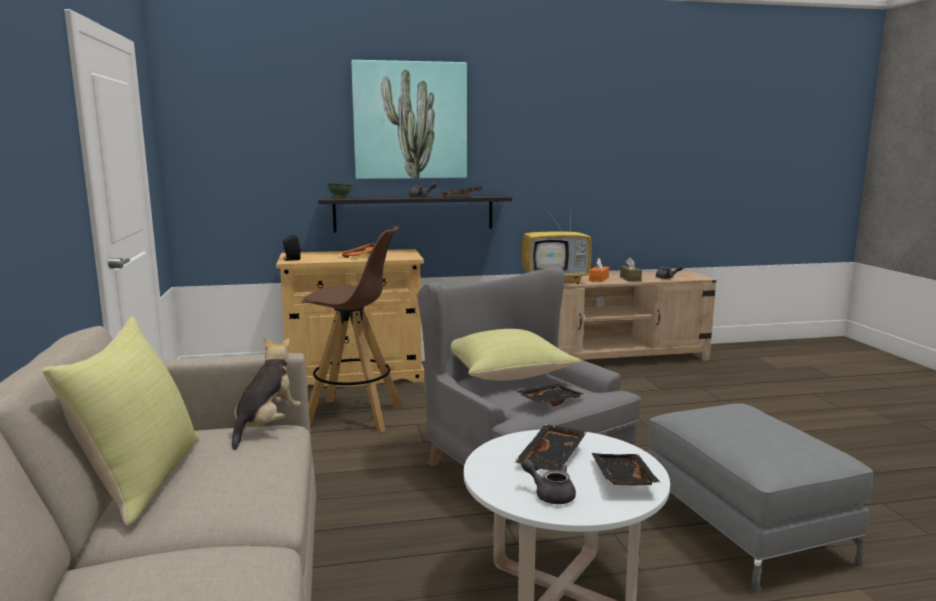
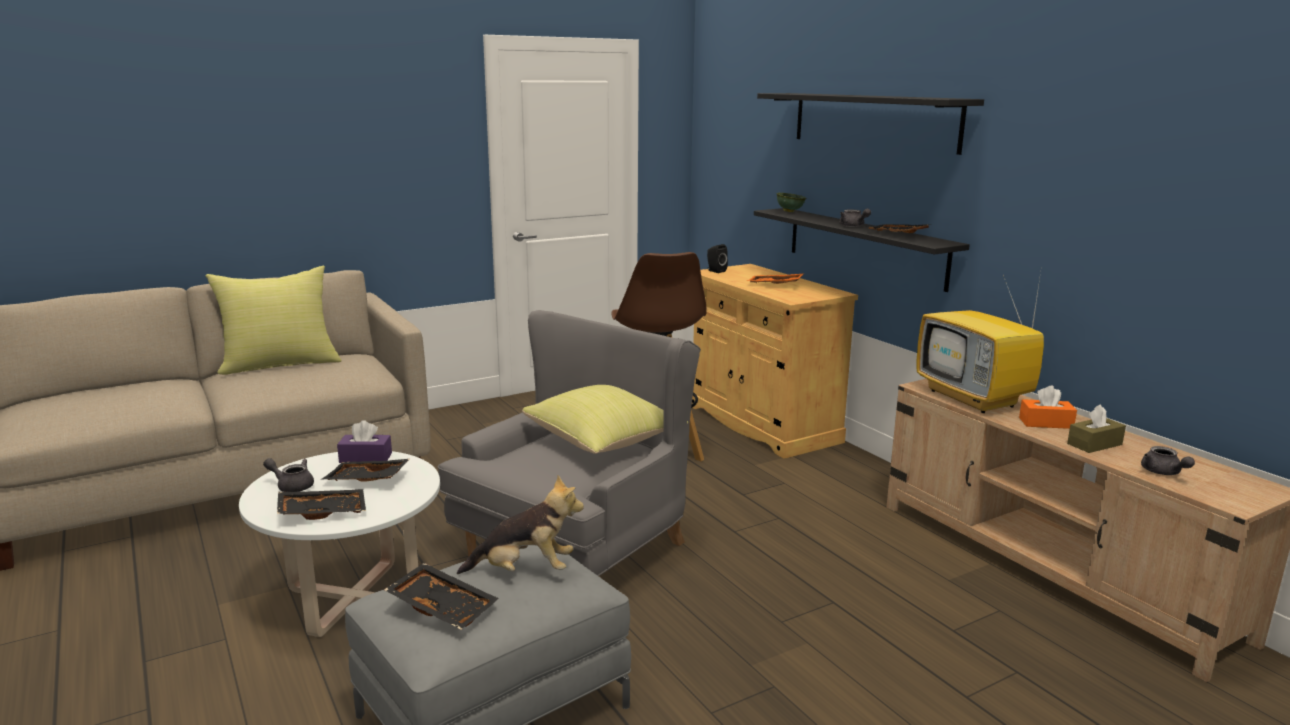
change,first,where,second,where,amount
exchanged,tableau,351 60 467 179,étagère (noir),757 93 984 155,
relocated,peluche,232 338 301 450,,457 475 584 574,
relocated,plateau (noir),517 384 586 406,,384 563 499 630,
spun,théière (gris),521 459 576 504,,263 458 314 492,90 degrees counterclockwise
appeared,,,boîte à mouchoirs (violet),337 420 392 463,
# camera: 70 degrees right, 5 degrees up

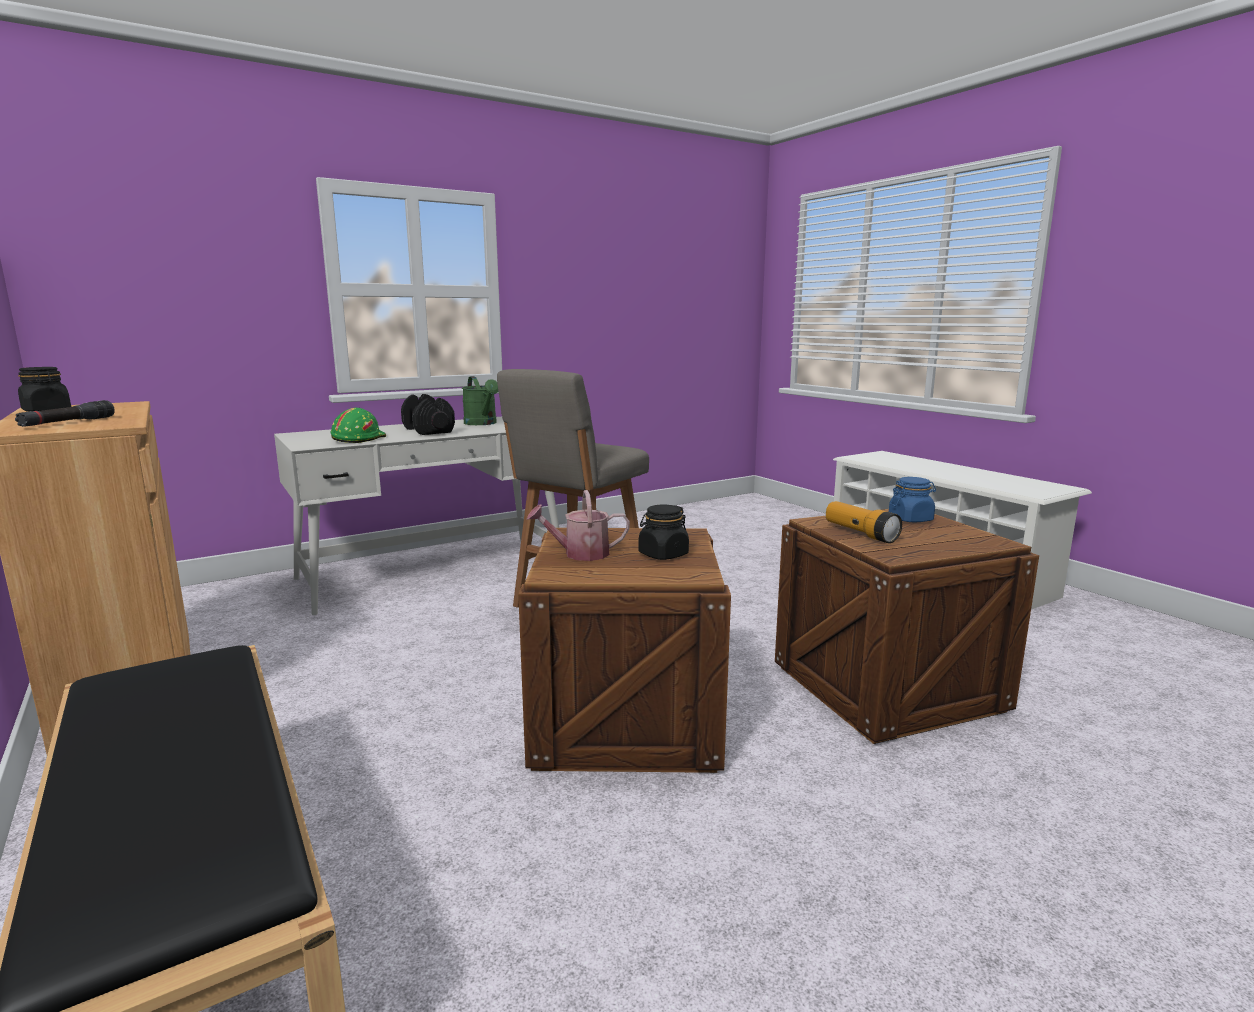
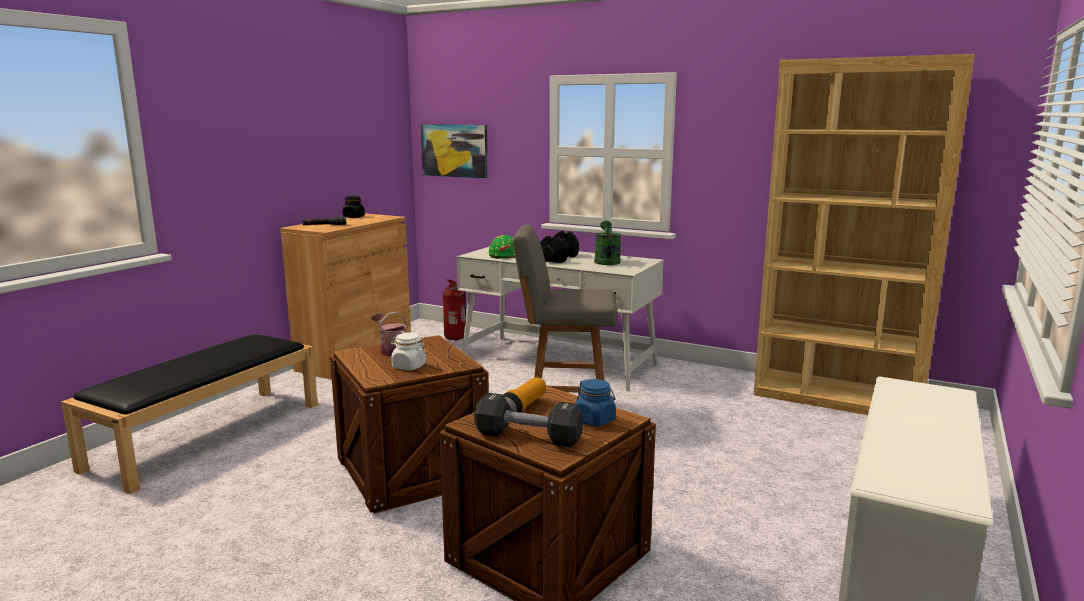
change,first,where,second,where,amount
spun,arrosoir (vert),462 376 499 425,,594 220 621 265,150 degrees clockwise
colour,bocal (noir),638 504 689 560,bocal (blanc),391 333 426 370,
appeared,,,bibliothèque (marron),754 54 975 415,
appeared,,,tableau,420 124 488 179,
appeared,,,extincteur,443 279 466 341,
appeared,,,haltère (noir),474 393 583 447,
# camera: 60 degrees right, 0 degrees up

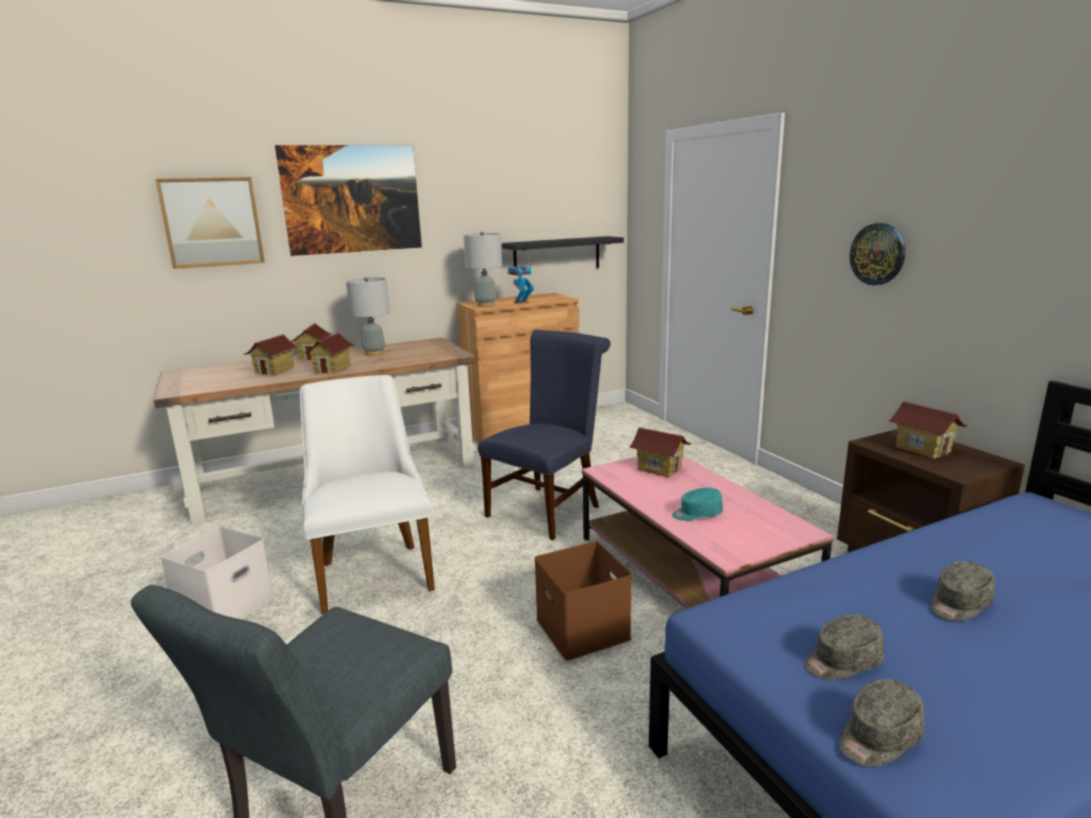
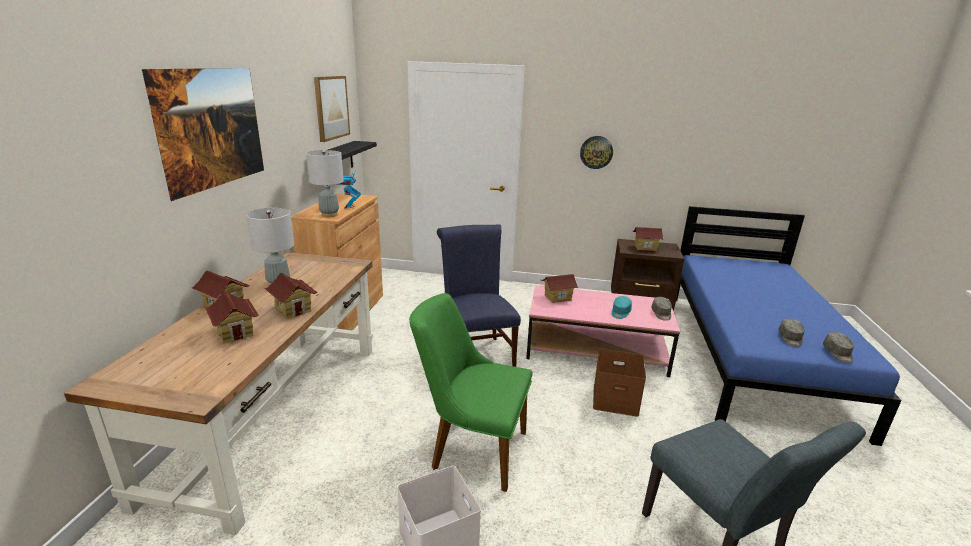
change,first,where,second,where,amount
relocated,tableau,155 177 265 269,,314 76 350 142,
colour,chaise (blanc),300 375 435 615,chaise (vert),409 293 533 492,
relocated,casquette (gris),931 561 995 621,,651 297 672 321,
# camera: 55 degrees left, 5 degrees up

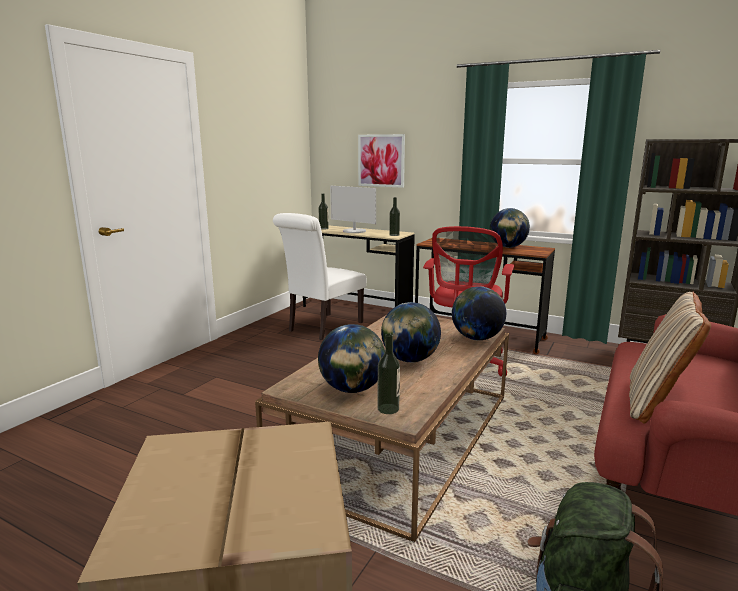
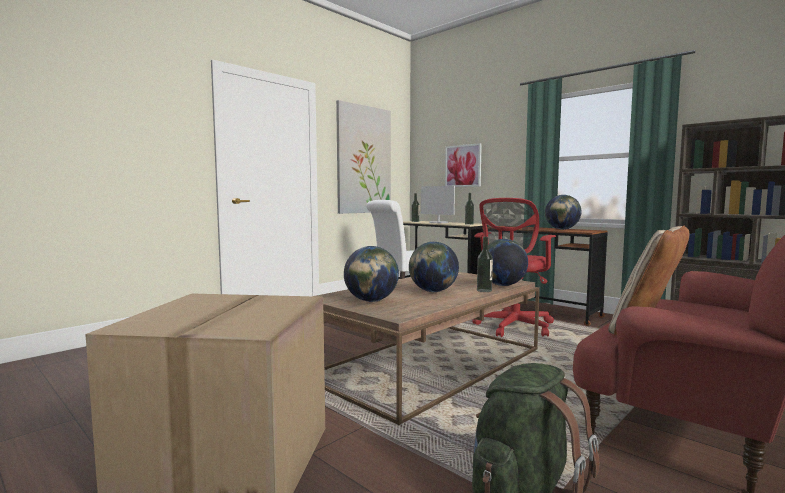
change,first,where,second,where,amount
relocated,bouteille,377 334 400 414,,477 237 493 292,
appeared,,,tableau,336 100 391 214,
# camera: 15 degrees right, 10 degrees down

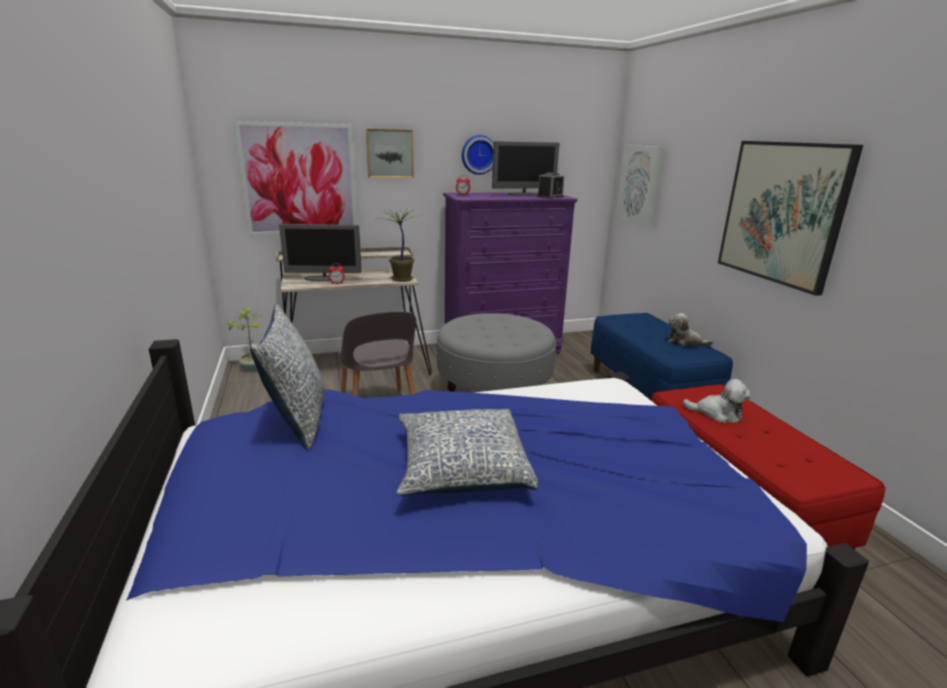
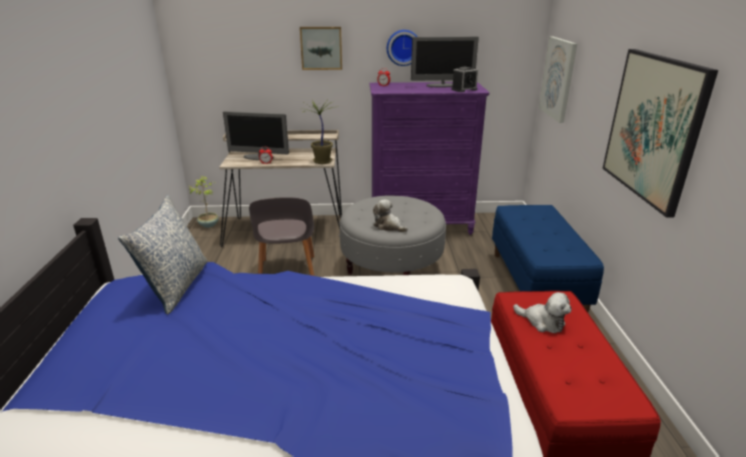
change,first,where,second,where,amount
missing,tableau,234 121 357 236,,,
relocated,peluche,668 313 713 346,,373 199 408 232,
missing,coussin,397 409 538 496,,,
# camera: 15 degrees right, 5 degrees up

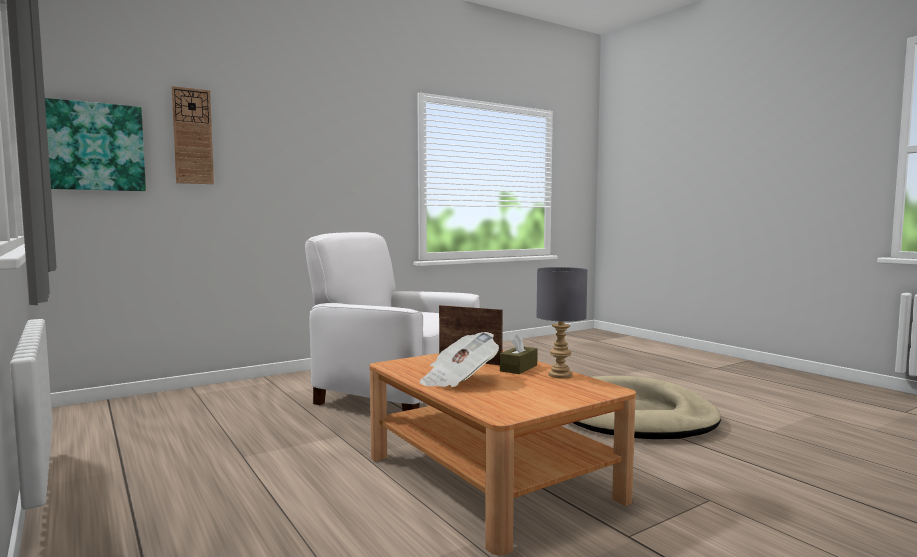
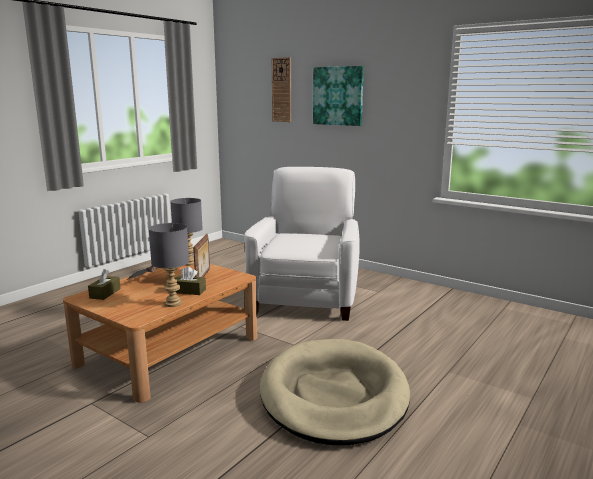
change,first,where,second,where,amount
relocated,tableau,45 98 146 191,,313 66 364 126,
appeared,,,lampe de table (gris),170 198 203 266,
appeared,,,boîte à mouchoirs (marron),88 269 121 300,
# camera: 70 degrees right, 10 degrees up

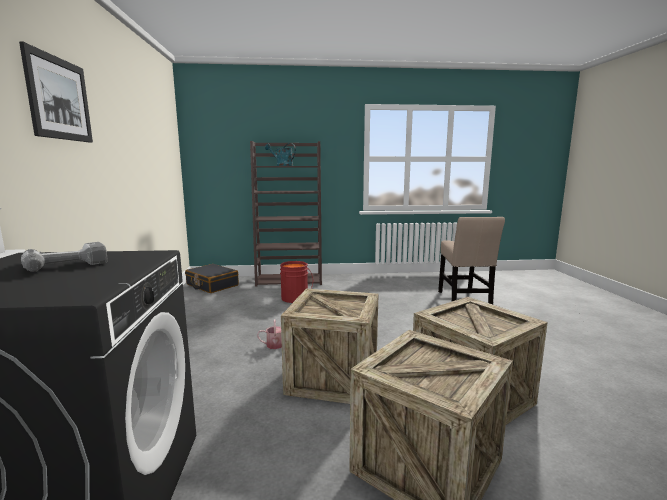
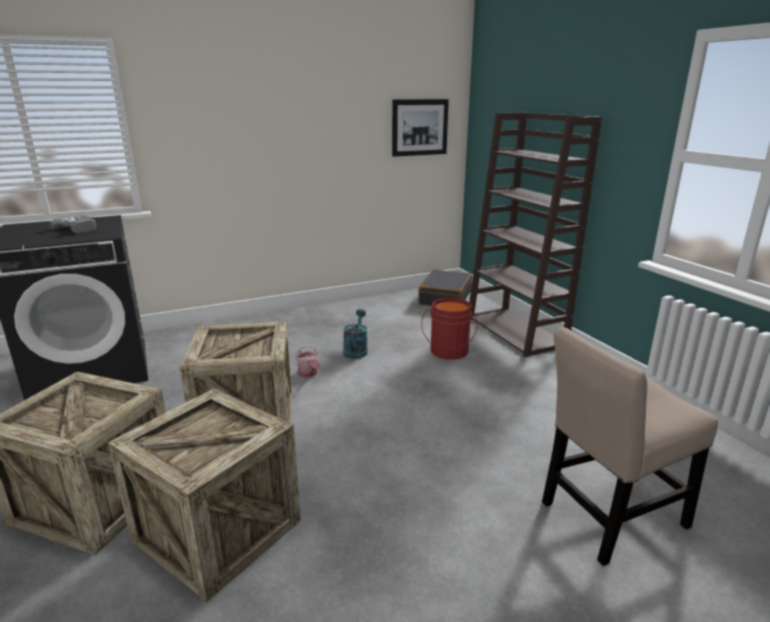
change,first,where,second,where,amount
relocated,tableau,19 41 93 143,,392 99 449 157,
relocated,arrosoir (turquoise),265 143 296 166,,343 309 368 359,
# camera: 70 degrees right, 10 degrees up

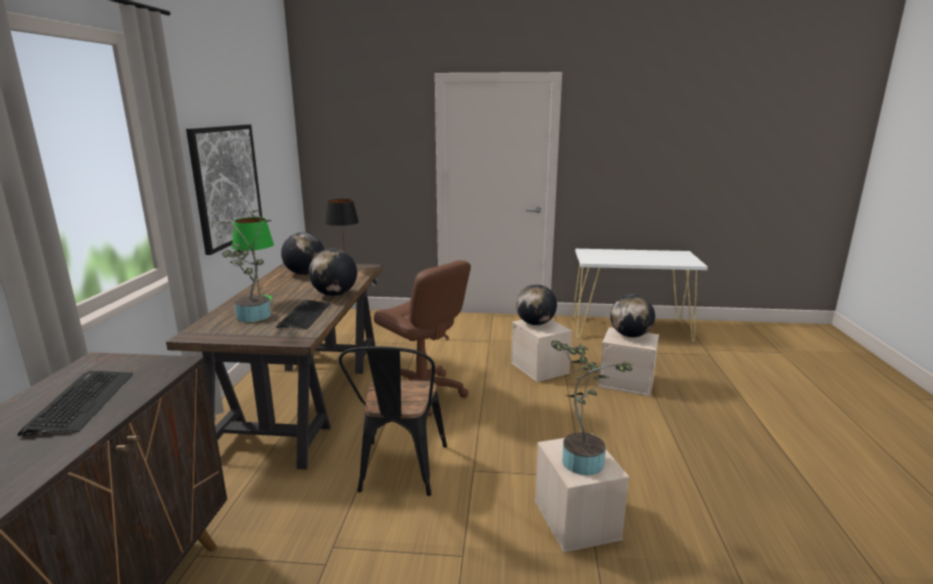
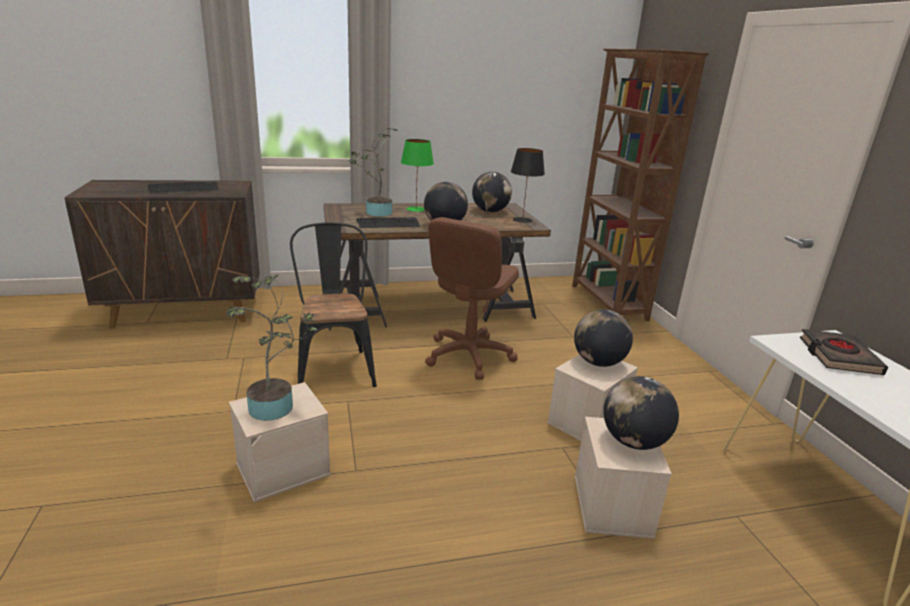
change,first,where,second,where,amount
missing,tableau,186 124 262 255,,,
spun,chaise (noir),339 346 447 496,,290 222 377 387,90 degrees clockwise
appeared,,,bibliothèque (marron),572 49 709 321,
appeared,,,livre (noir),800 329 888 375,
# camera: 70 degrees right, 5 degrees up

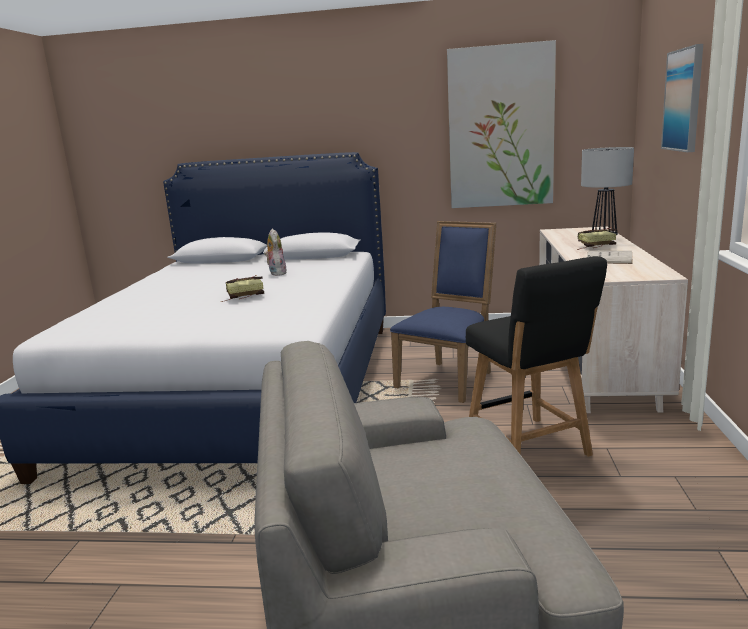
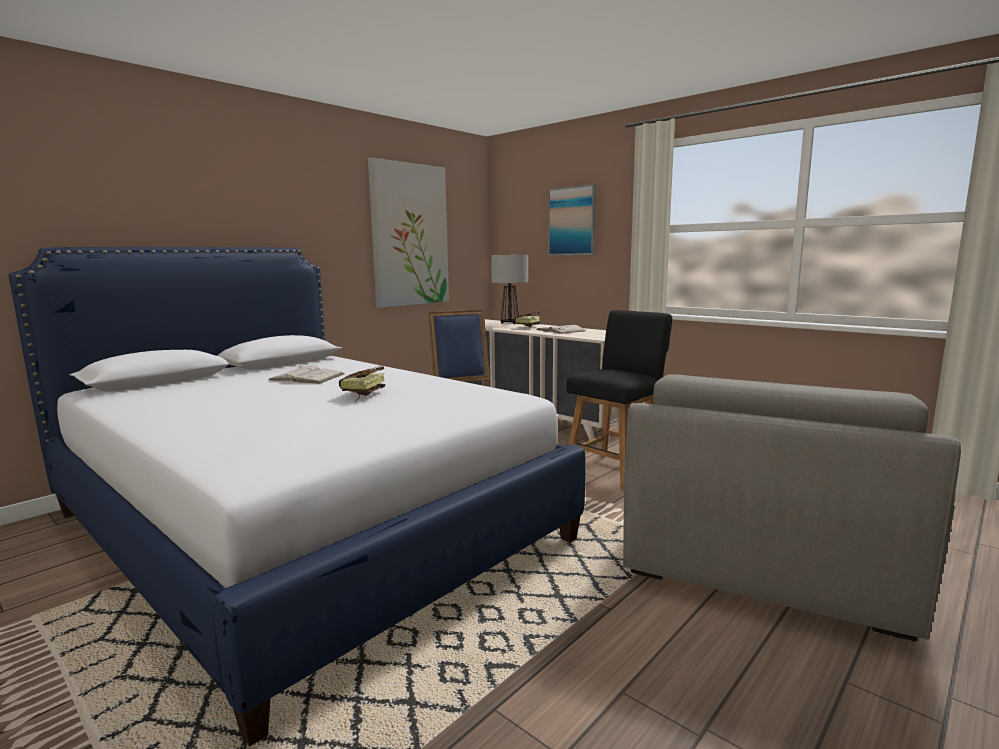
change,first,where,second,where,amount
exchanged,peluche,264 229 287 276,livre (blanc),269 366 344 384,
spun,chaise (noir),466 256 607 457,,566 310 672 491,60 degrees counterclockwise
# camera: 55 degrees left, 5 degrees down

